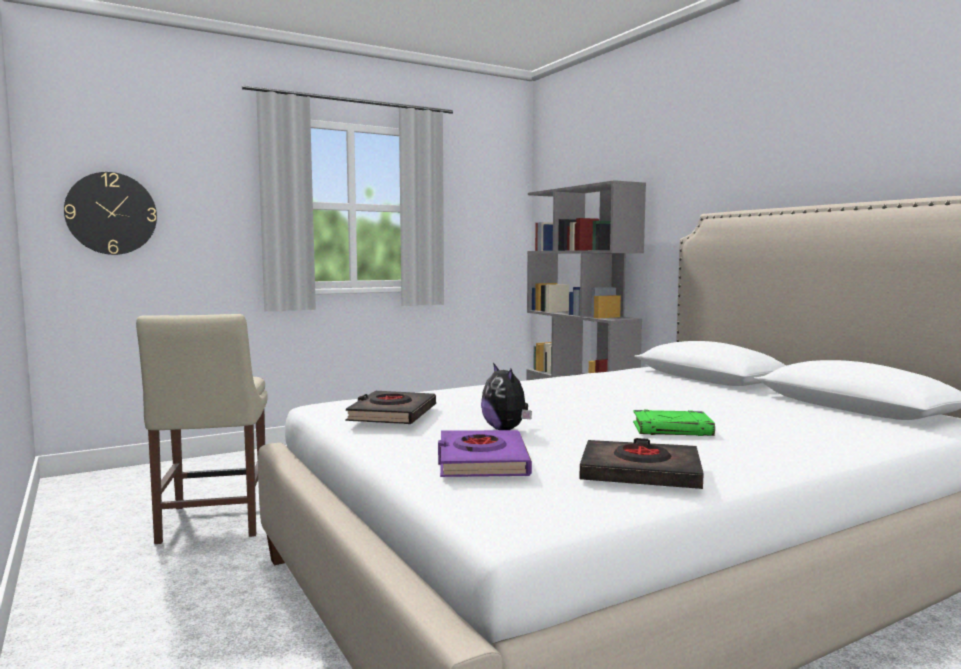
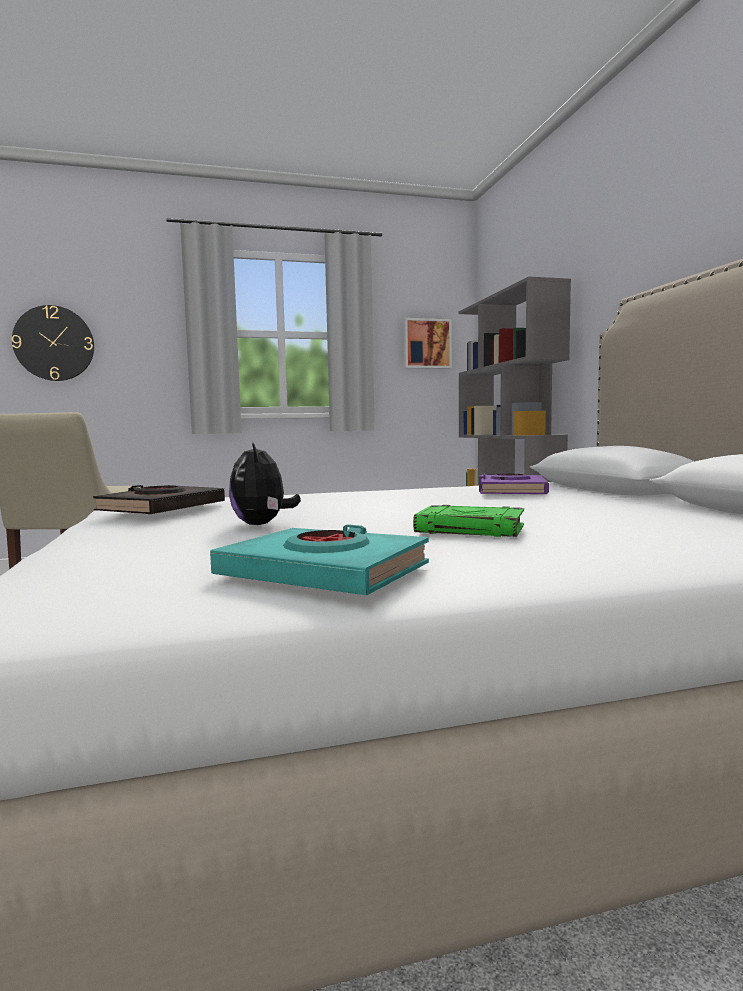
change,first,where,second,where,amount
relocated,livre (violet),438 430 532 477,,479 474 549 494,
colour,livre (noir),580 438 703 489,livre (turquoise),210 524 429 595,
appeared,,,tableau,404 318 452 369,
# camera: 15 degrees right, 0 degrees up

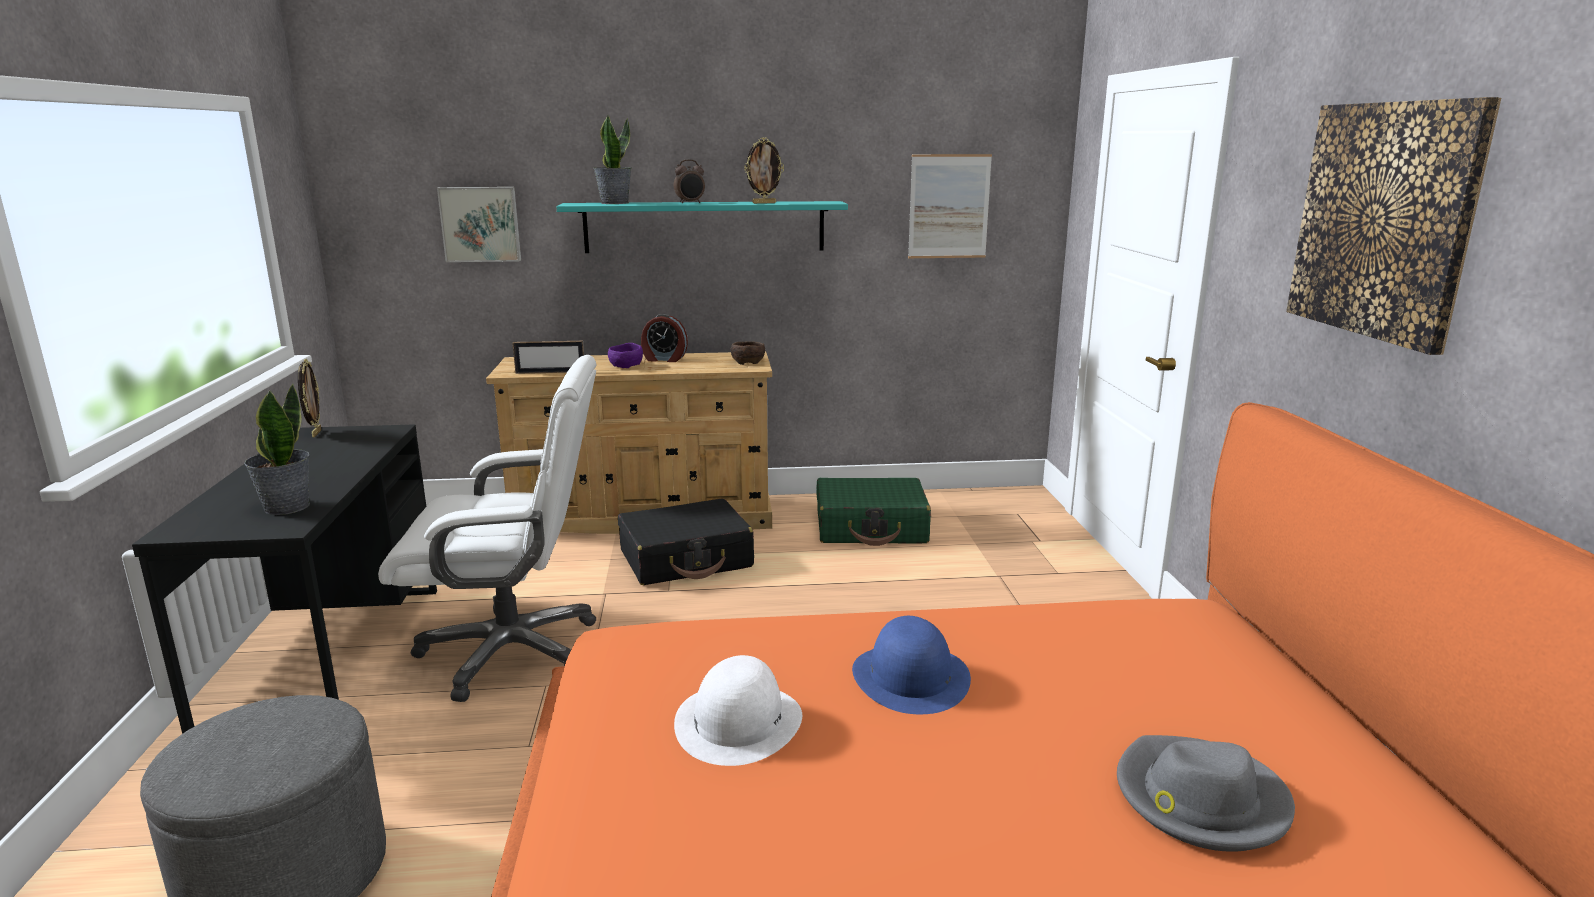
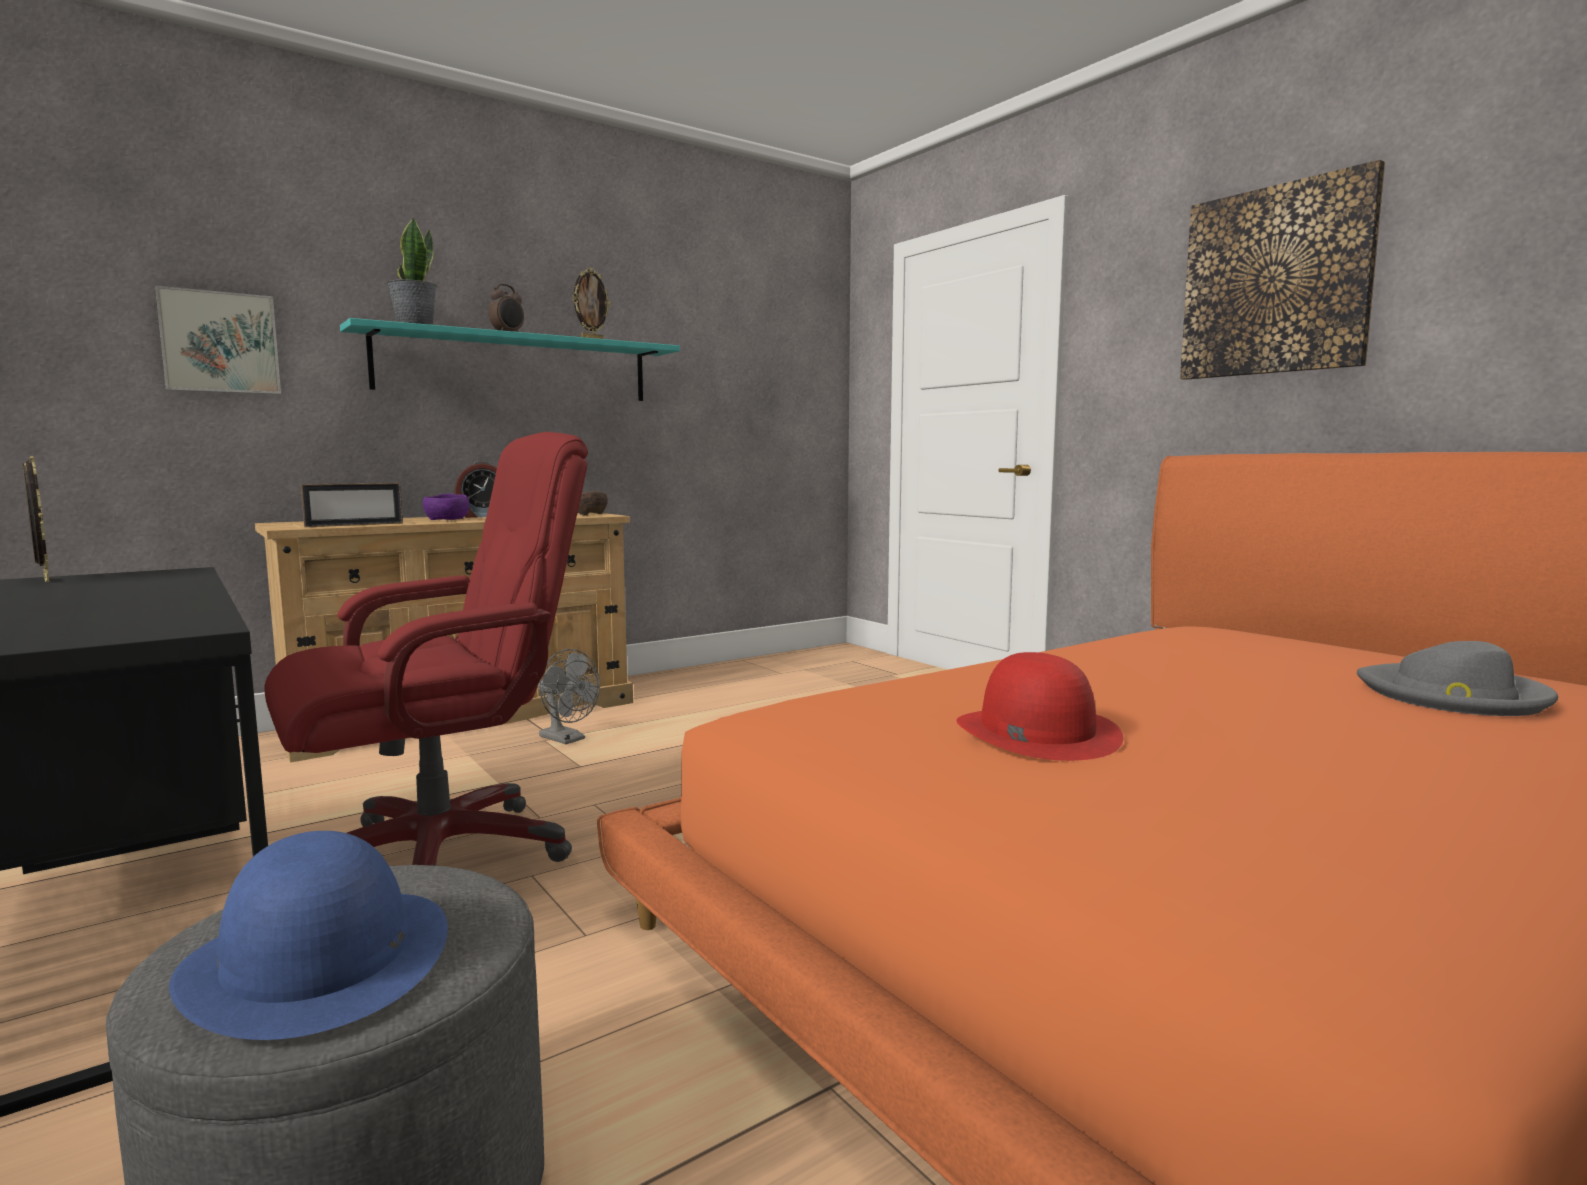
change,first,where,second,where,amount
missing,tableau,908 154 992 258,,,
colour,chaise de bureau (blanc),378 355 596 702,chaise de bureau (rouge),264 432 588 866,
missing,plante en pot,244 384 310 515,,,
missing,valise (vert),816 478 931 546,,,
exchanged,valise (noir),618 499 754 585,ventilateur (gris),538 649 600 744,
relocated,chapeau (bleu),852 616 971 714,,169 831 448 1040,
colour,chapeau (blanc),674 655 802 766,chapeau (rouge),956 652 1123 761,
# camera: 30 degrees left, 10 degrees down

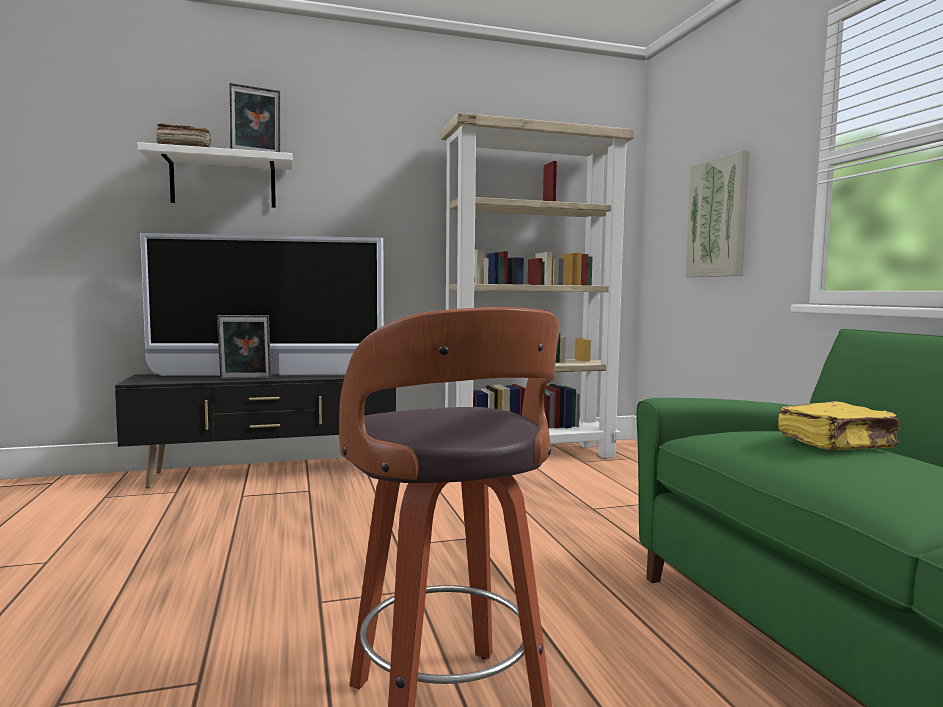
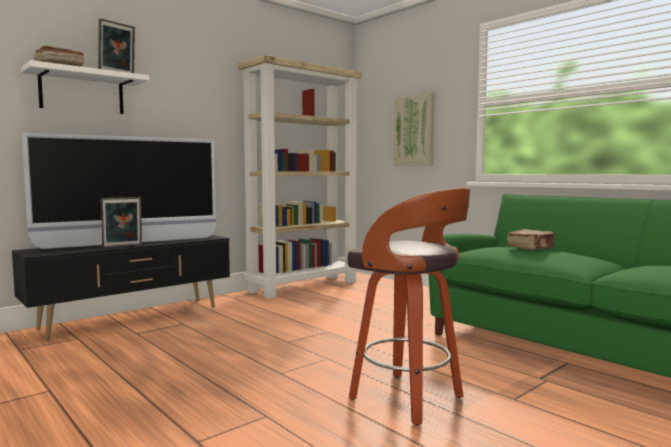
change,first,where,second,where,amount
colour,livre (jaune),778 401 900 450,livre (marron),507 229 555 250,
# camera: 25 degrees left, 0 degrees up

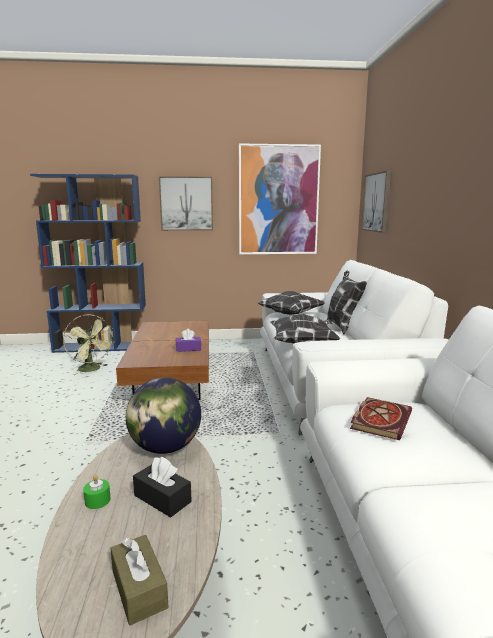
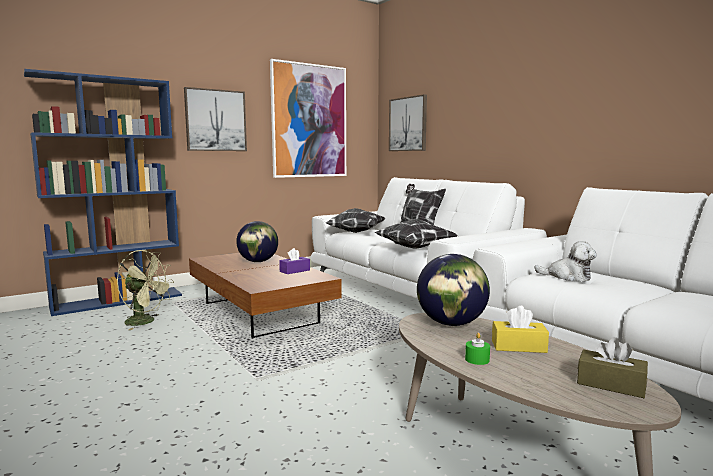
change,first,where,second,where,amount
exchanged,livre,350 397 412 440,peluche,534 241 597 281,
colour,boîte à mouchoirs (noir),133 457 192 518,boîte à mouchoirs (jaune),492 306 549 353,
appeared,,,globe,236 221 278 262,
# camera: 30 degrees left, 5 degrees down

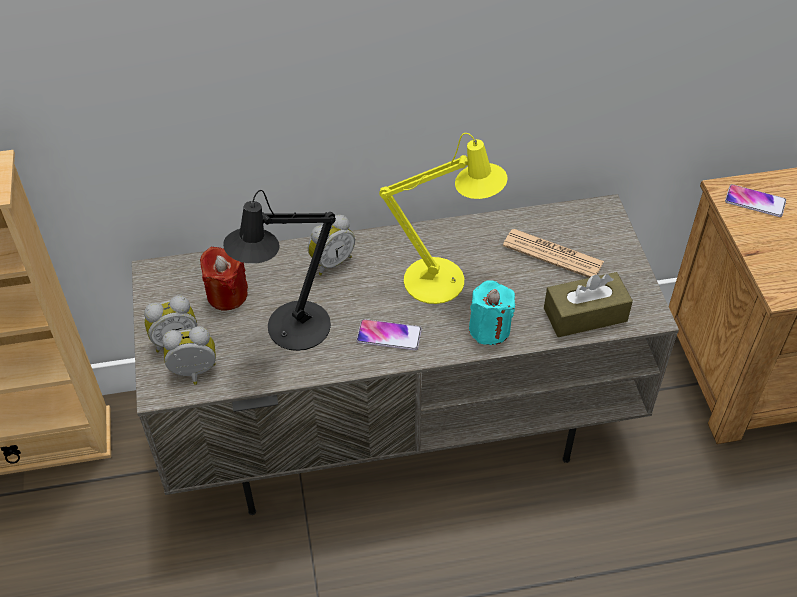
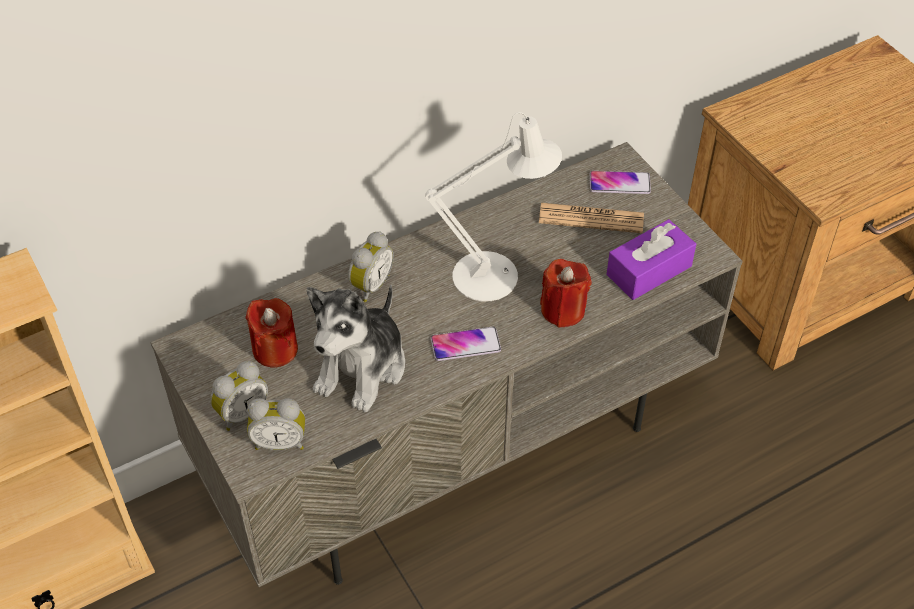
change,first,where,second,where,amount
colour,lampe de table (jaune),379 133 508 304,lampe de table (blanc),425 112 562 301,
relocated,téléphone,725 184 786 217,,590 171 651 194,
exchanged,lampe de table (noir),223 190 336 351,peluche,307 285 406 412,
colour,boîte à mouchoirs (marron),544 272 633 337,boîte à mouchoirs (violet),606 219 696 300,
colour,bougie (turquoise),469 280 515 345,bougie (rouge),540 259 591 327,
spun,réveil,162 326 216 385,,247 398 305 450,150 degrees counterclockwise
# camera: 20 degrees left, 0 degrees up

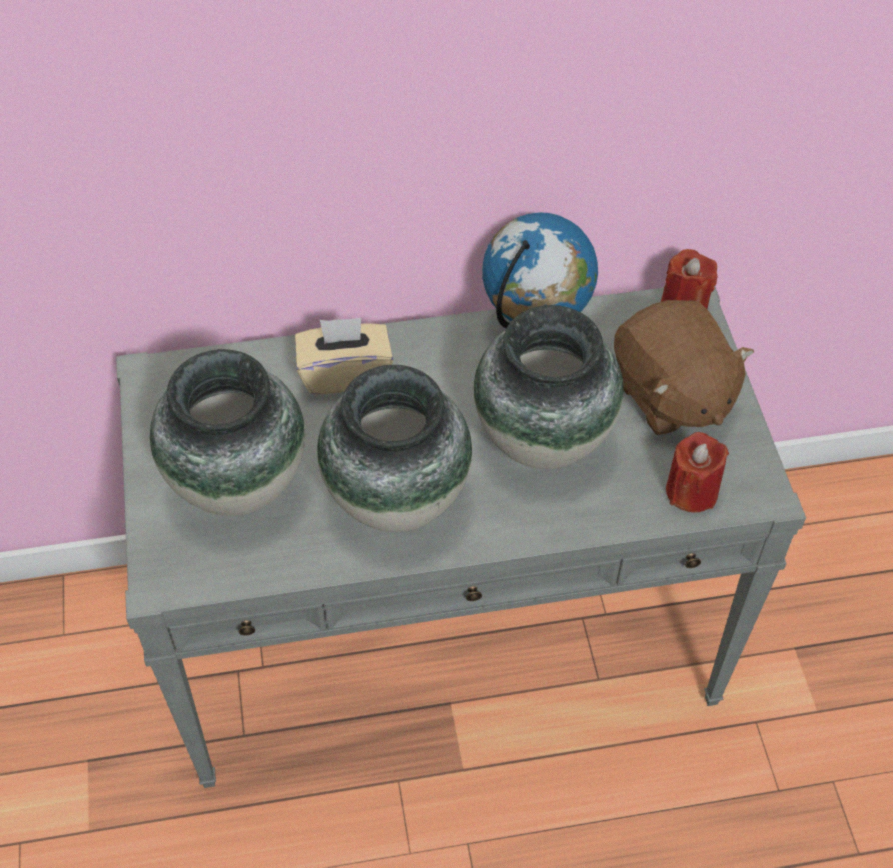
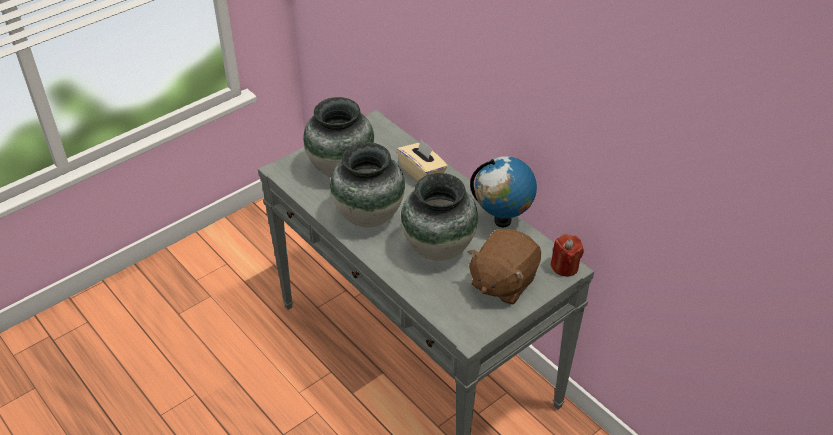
change,first,where,second,where,amount
missing,bougie (rouge),666 432 729 513,,,
# camera: 60 degrees right, 10 degrees down

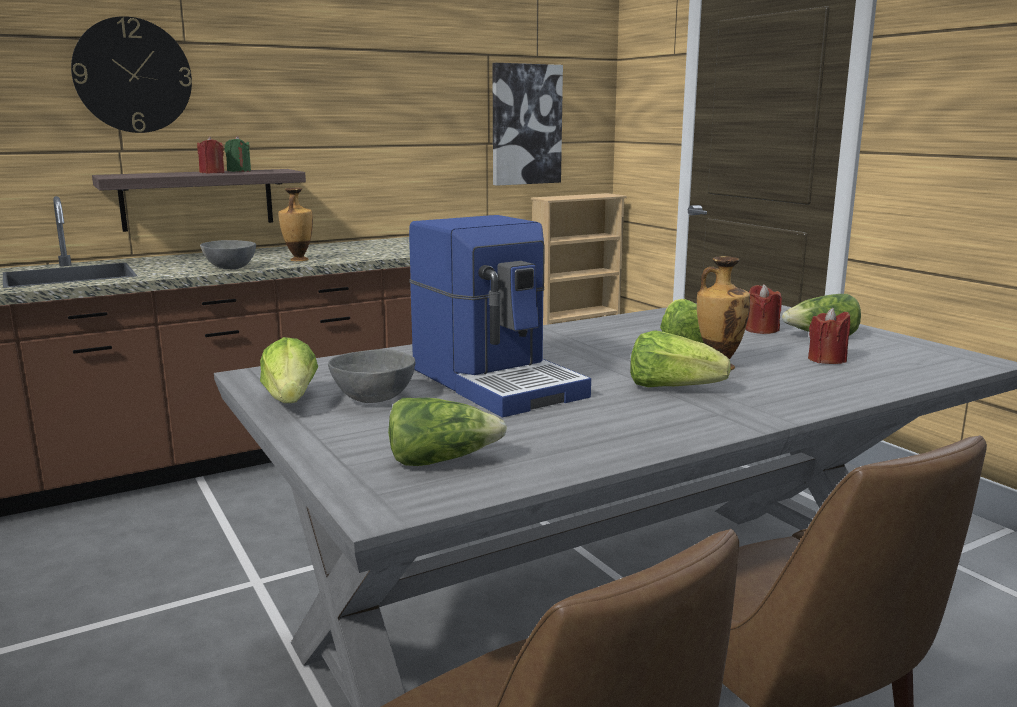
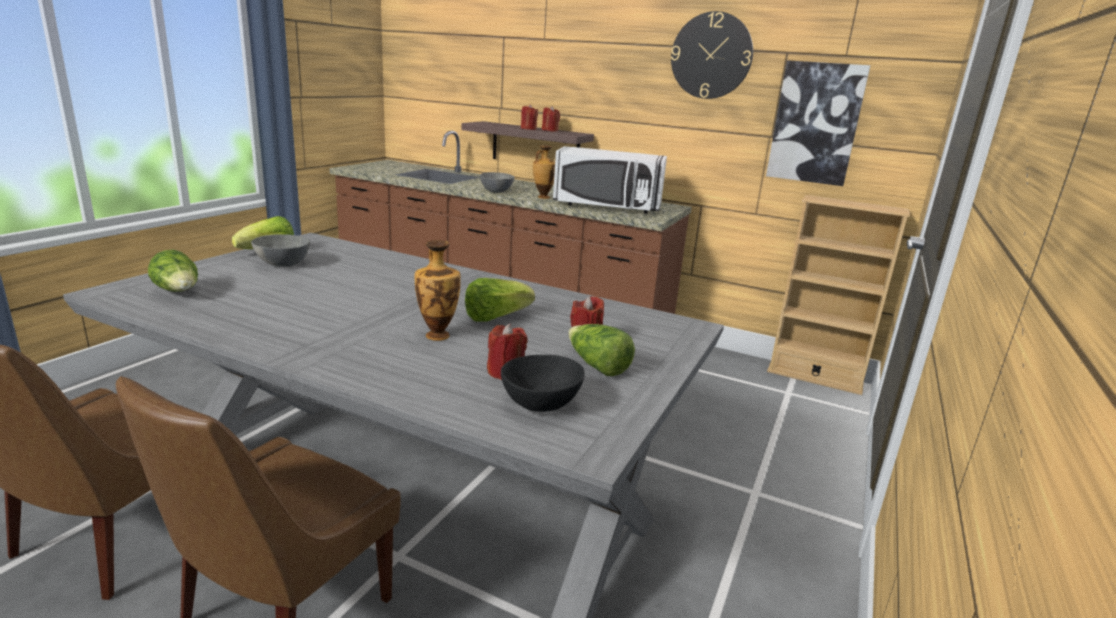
change,first,where,second,where,amount
relocated,horloge murale,71 16 192 133,,671 11 753 99,
colour,bougie (vert),225 136 251 172,bougie (rouge),542 106 560 132,
missing,machine à café,409 215 591 418,,,
missing,laitue,630 330 731 387,,,
appeared,,,micro-ondes (blanc),553 146 667 214,
appeared,,,bol (noir),501 355 585 412,
# camera: 55 degrees right, 5 degrees up

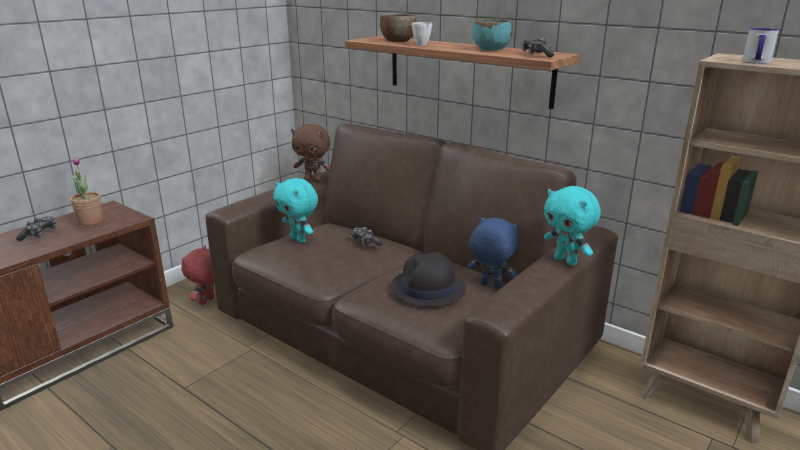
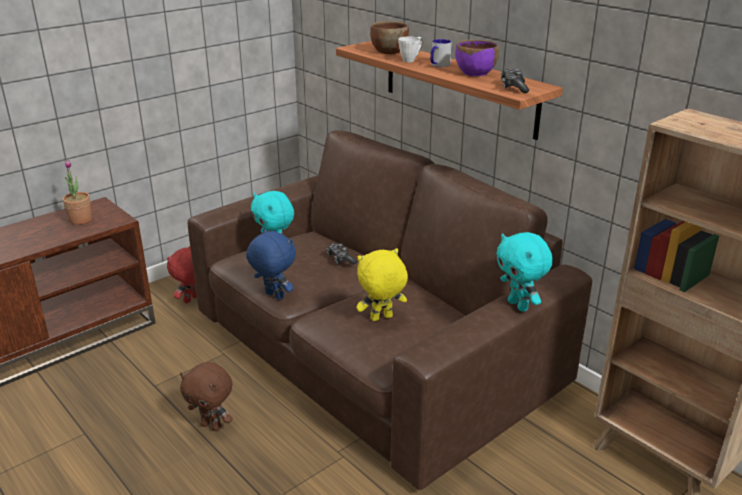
change,first,where,second,where,amount
colour,bol (turquoise),472 19 513 50,bol (violet),455 39 499 76,
relocated,mug,742 28 779 64,,430 39 452 67,
relocated,peluche (marron),291 124 331 182,,180 362 233 431,
missing,manette,16 216 56 241,,,
relocated,peluche (bleu),468 216 519 289,,246 229 296 300,
exchanged,chapeau (noir),390 252 466 307,peluche (jaune),356 248 408 321,
# camera: 10 degrees right, 5 degrees up

